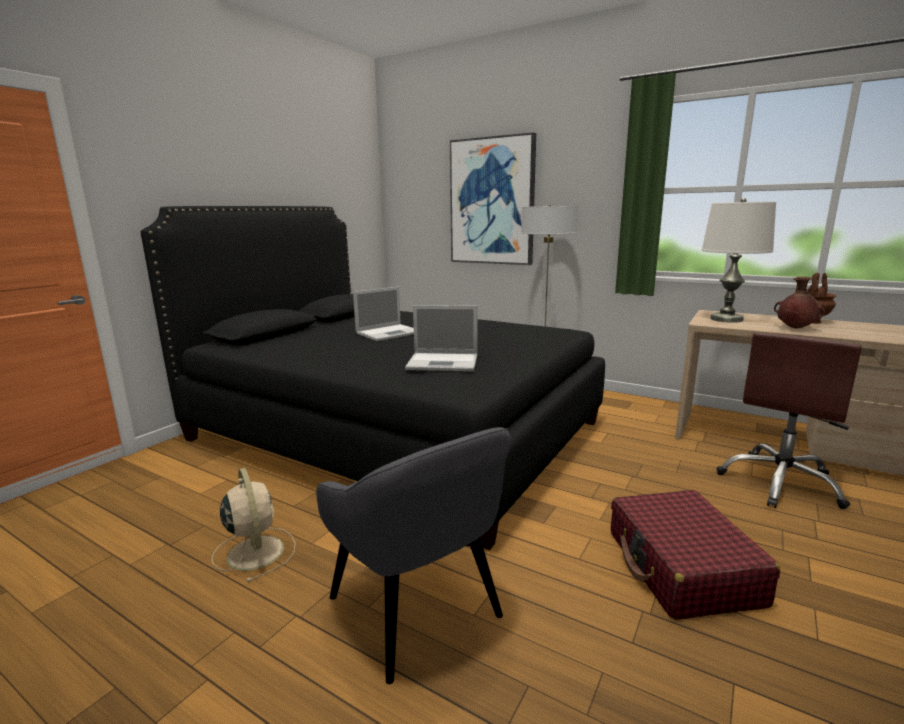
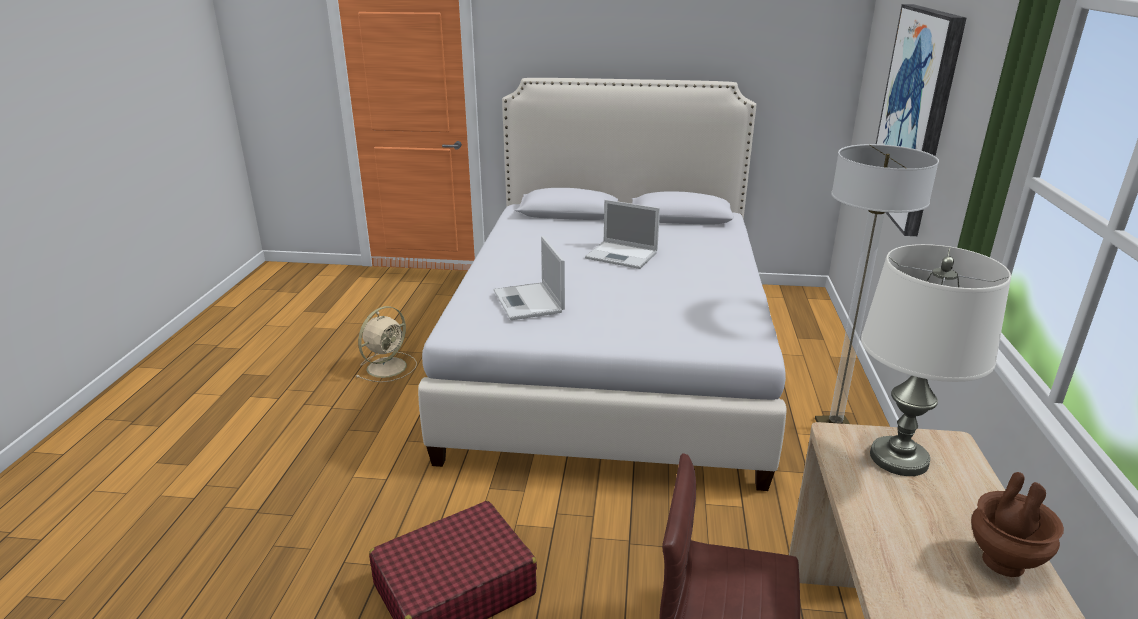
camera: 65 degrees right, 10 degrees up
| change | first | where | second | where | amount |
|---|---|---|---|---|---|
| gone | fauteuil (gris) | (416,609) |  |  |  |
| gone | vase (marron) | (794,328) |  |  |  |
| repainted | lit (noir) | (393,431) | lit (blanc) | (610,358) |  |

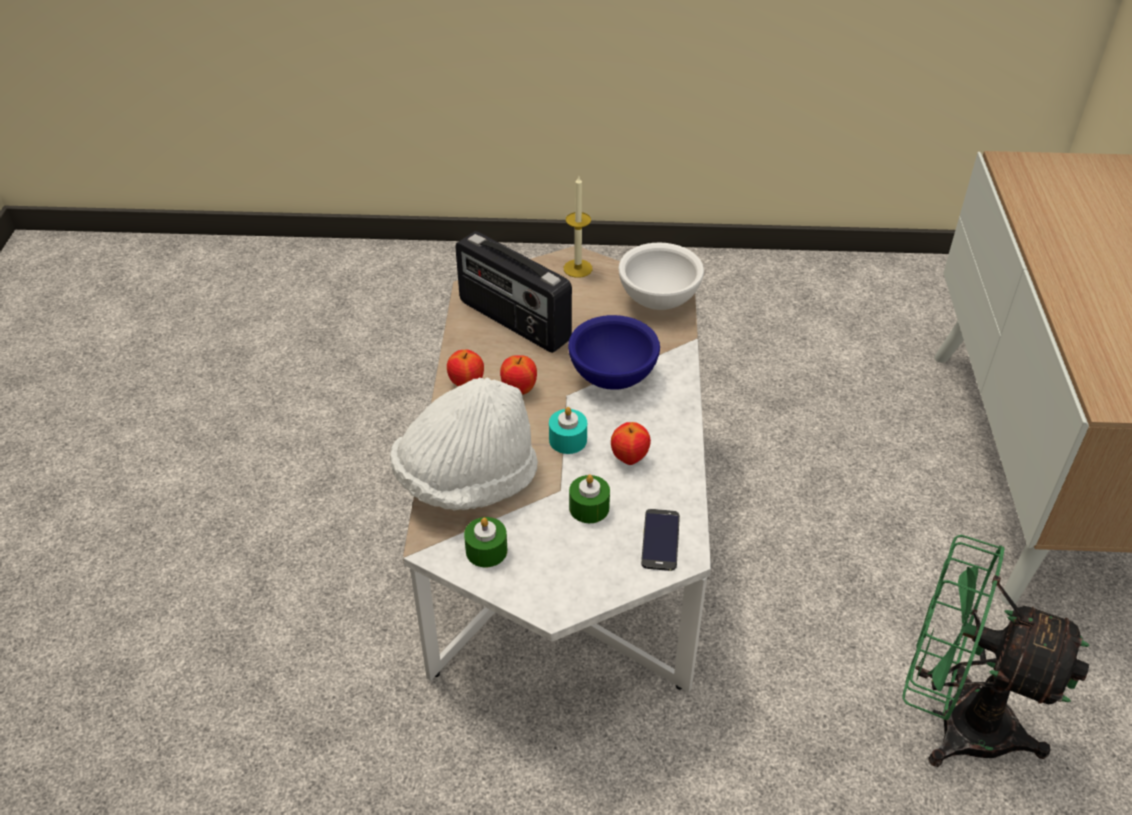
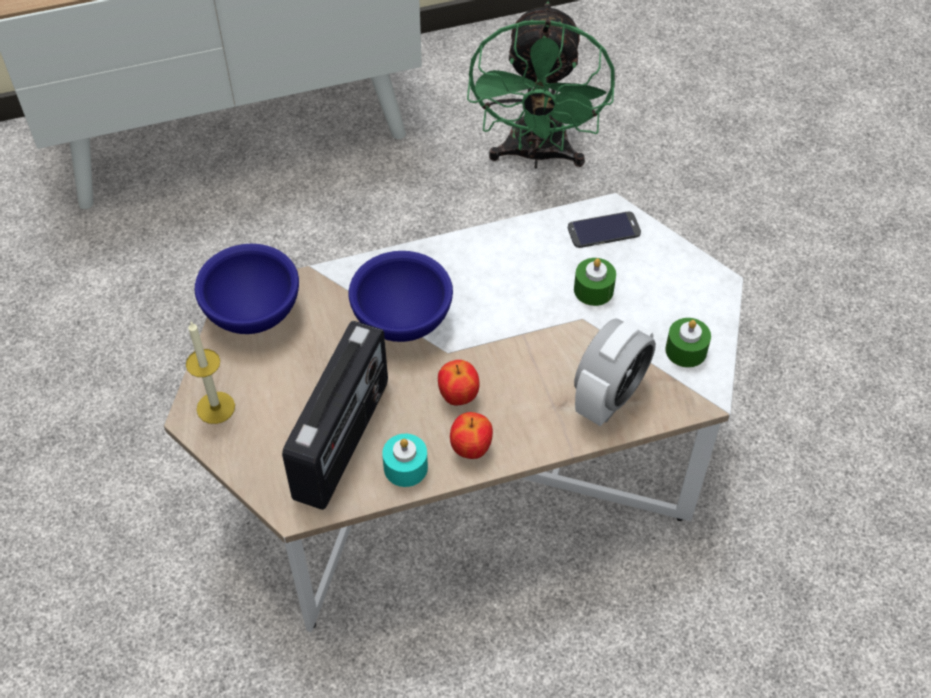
camera: 110 degrees left, 10 degrees up
| change | first | where | second | where | amount |
|---|---|---|---|---|---|
| gone | pomme | (629,458) |  |  |  |
| shifted | bougie (turquoise) | (568,440) |  | (405,467) |  |
| swapped | chapeau (blanc) | (466,479) | réveil | (609,397) |  |
| repainted | bol (blanc) | (657,300) | bol (bleu) | (254,314) |  |

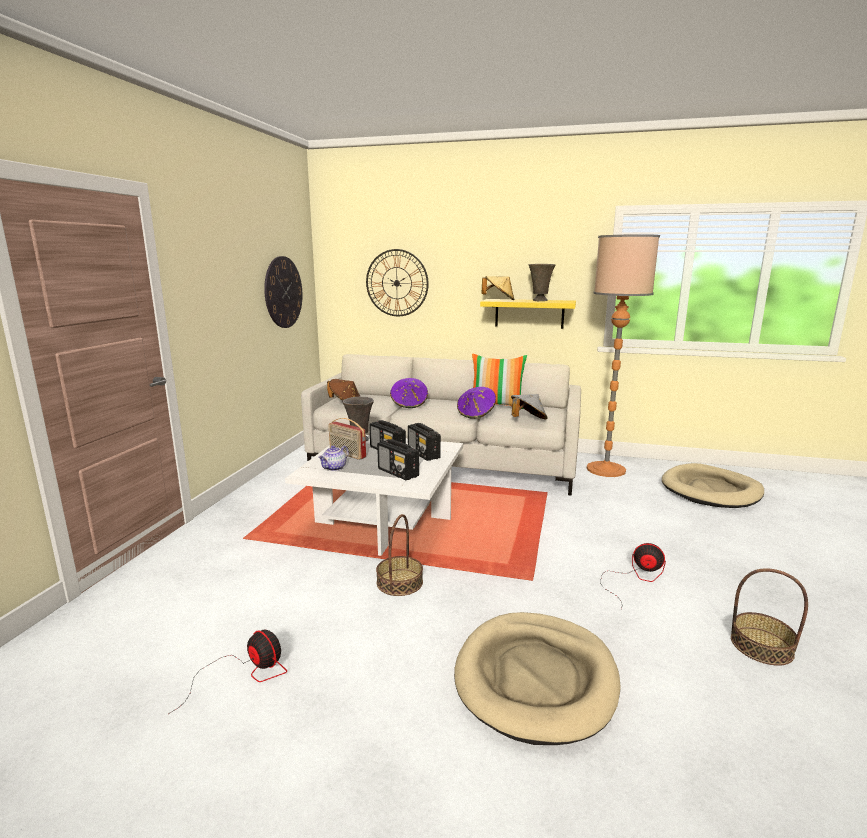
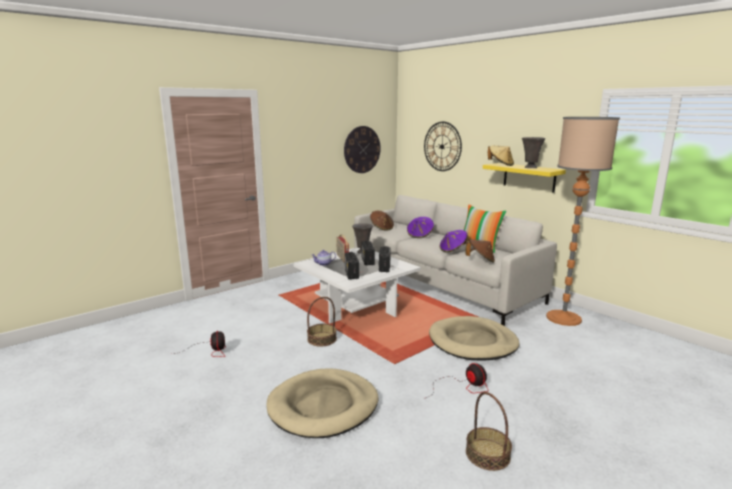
camera: 35 degrees right, 0 degrees up
| change | first | where | second | where | amount |
|---|---|---|---|---|---|
| shifted | panier pour chien (beige) | (711,490) |  | (473,342) |  |
| repainted | chapeau (gris) | (528,420) | chapeau (marron) | (480,260) |  |

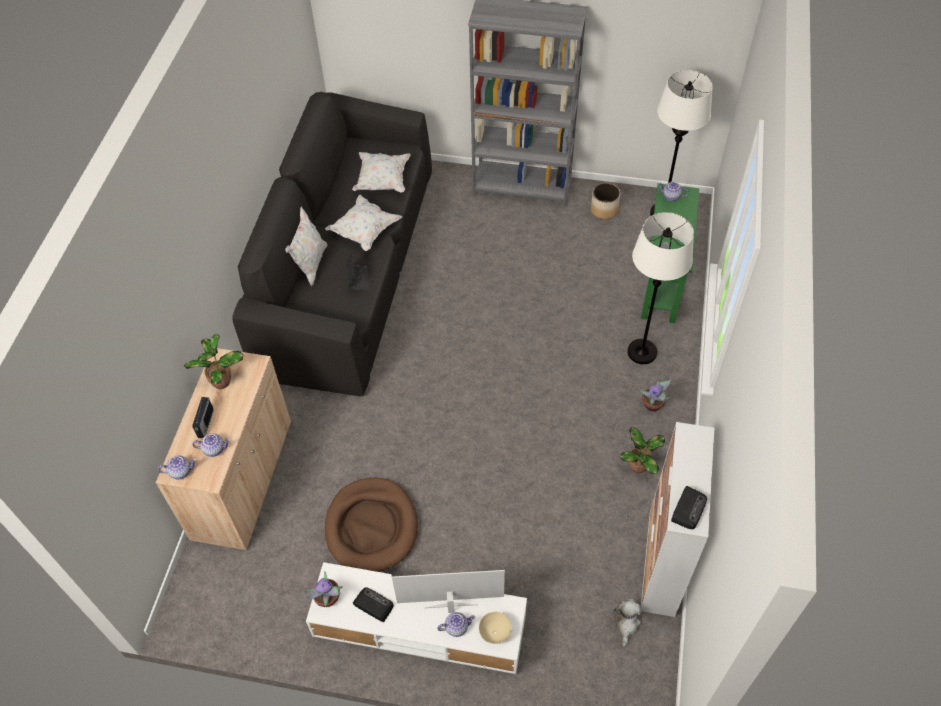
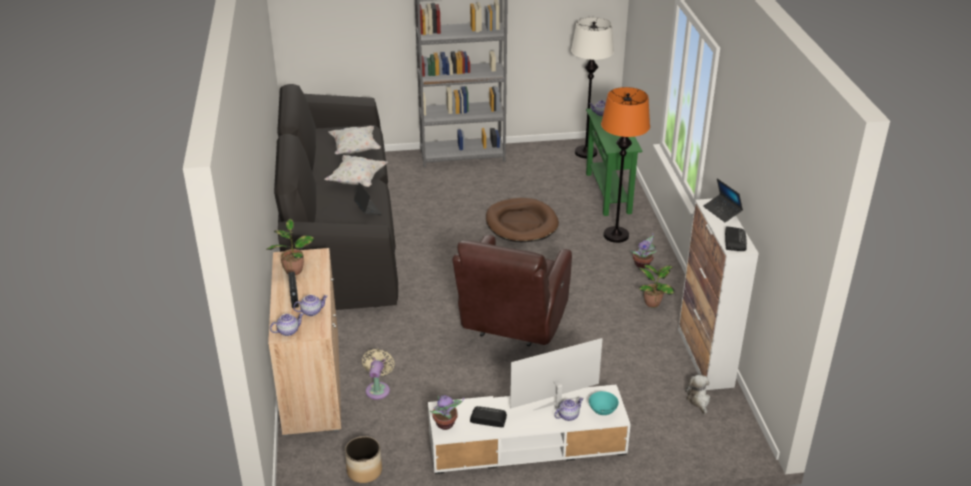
camera: 20 degrees left, 20 degrees down
| change | first | where | second | where | amount |
|---|---|---|---|---|---|
| gone | coussin (blanc) | (310,264) |  |  |  |
| new |  |  | ventilateur (beige) | (378,389) |  |
| new |  |  | fauteuil (marron) | (512,324) |  |
| new |  |  | ordinateur portable | (722,211) |  |
| shifted | panier pour chien (marron) | (372,527) |  | (521,223) |  |
| shifted | cache-pot | (604,210) |  | (364,471) |  |
| repainted | bol (beige) | (494,632) | bol (turquoise) | (602,411) |  |
| repainted | lampadaire (blanc) | (642,352) | lampadaire (orange) | (616,235) |  |

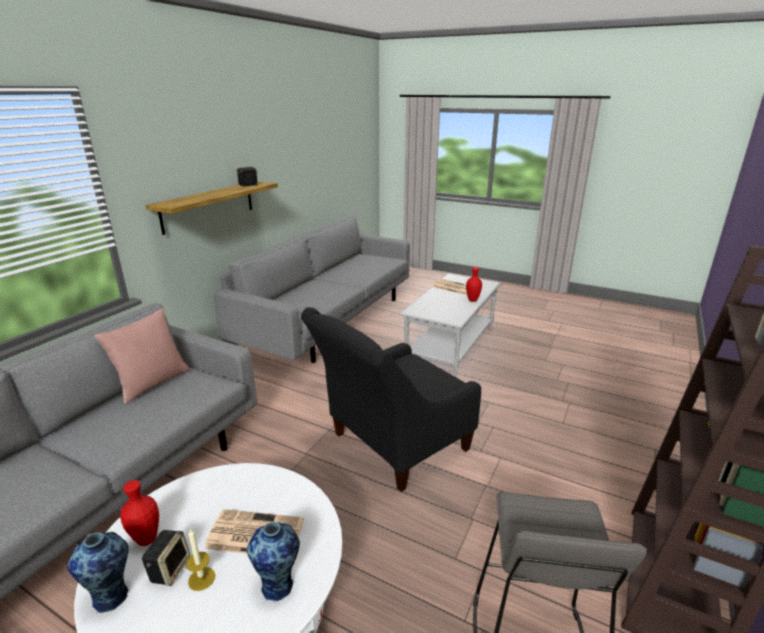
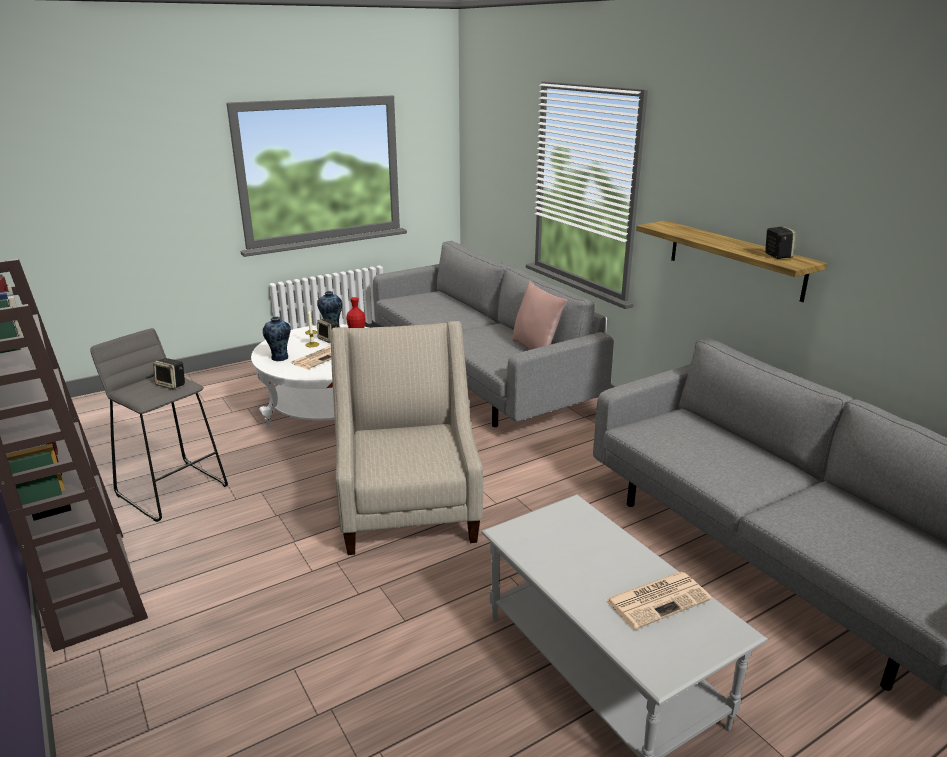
camera: 120 degrees right, 0 degrees up
| change | first | where | second | where | amount |
|---|---|---|---|---|---|
| gone | vase (rouge) | (472,300) |  |  |  |
| new |  |  | enceinte | (172,385) |  |
| repainted | fauteuil (noir) | (392,445) | fauteuil (beige) | (408,508) |  |

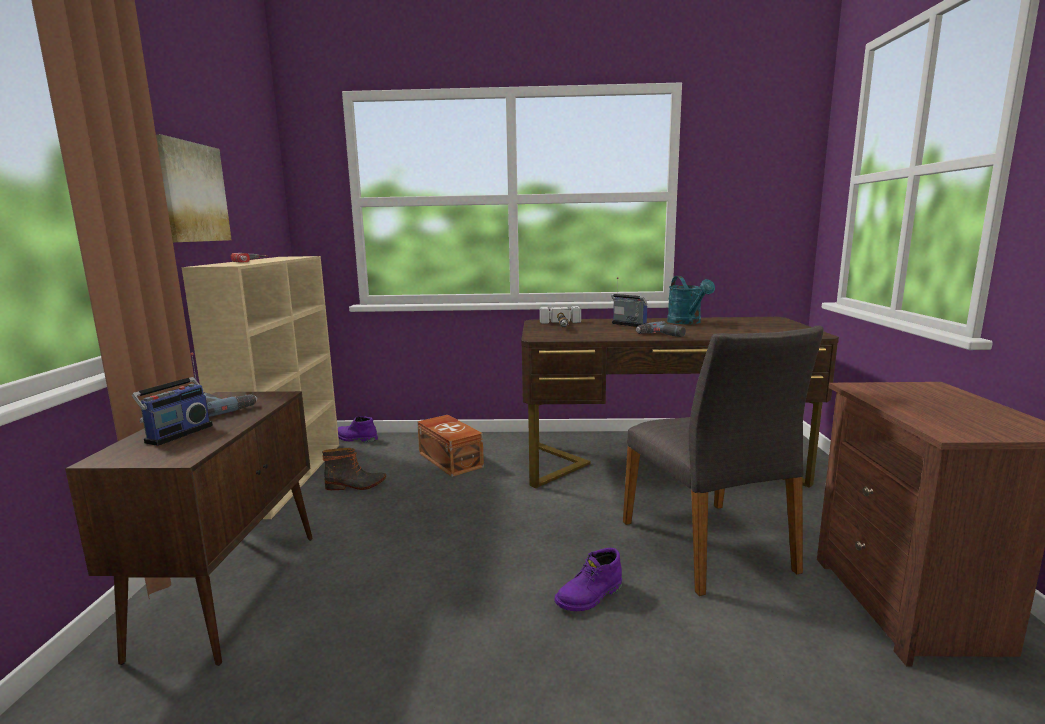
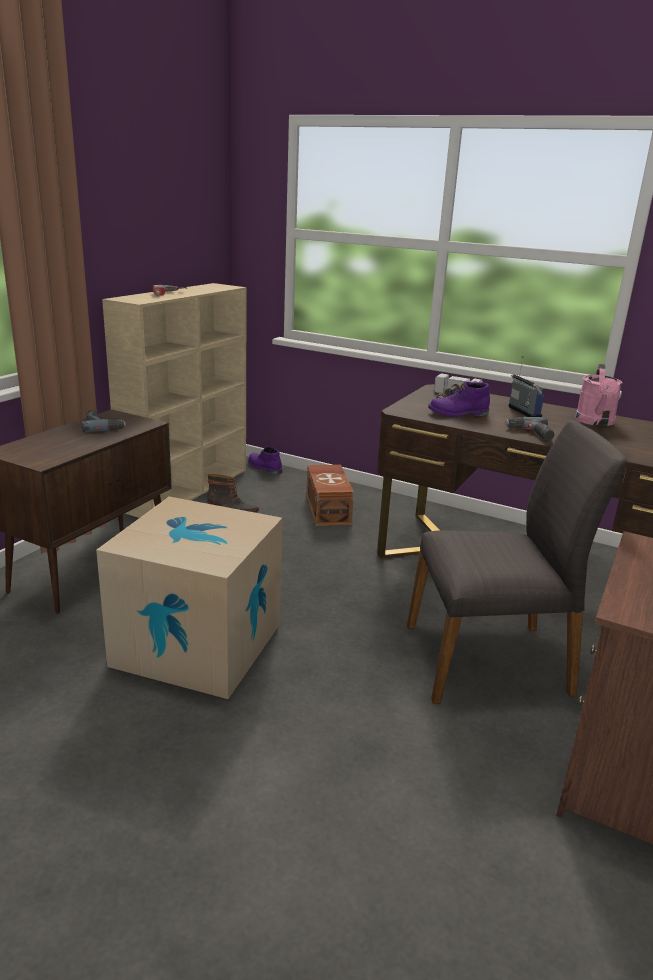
camera: 25 degrees right, 10 degrees up
| change | first | where | second | where | amount |
|---|---|---|---|---|---|
| gone | radio | (177,434) |  |  |  |
| gone | tableau | (191,192) |  |  |  |
| new |  |  | carton | (198,644) |  |
| shifted | botte (violet) | (590,597) |  | (458,414) |  |
| repainted | arrosoir (turquoise) | (687,322) | arrosoir (rose) | (595,422) |  |
| rotated | chaise (gris) | (709,546) |  | (489,660) | 105 degrees counterclockwise |

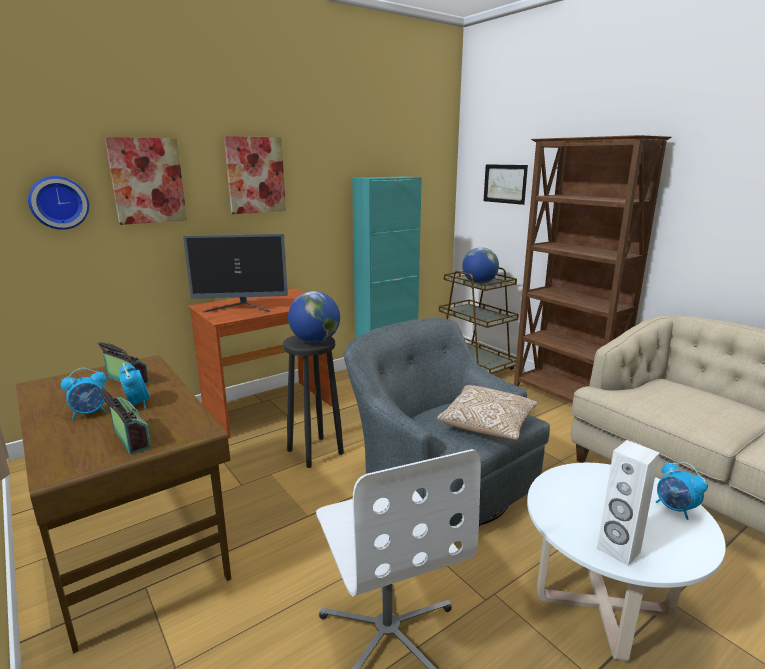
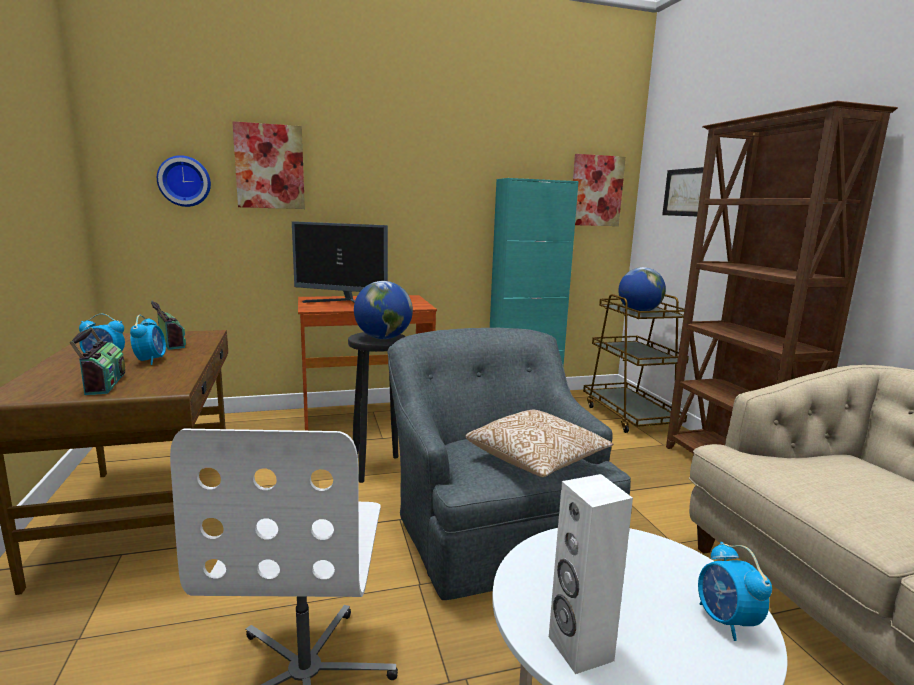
camera: 20 degrees right, 5 degrees down
| change | first | where | second | where | amount |
|---|---|---|---|---|---|
| shifted | tableau | (255,175) |  | (596,191) |  |

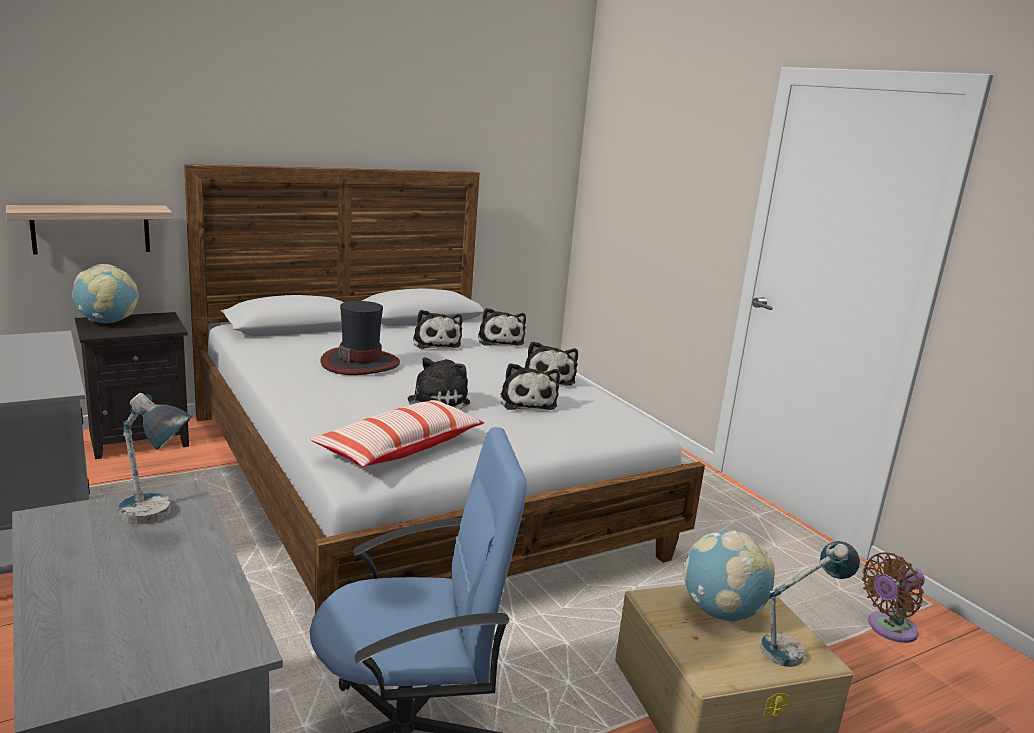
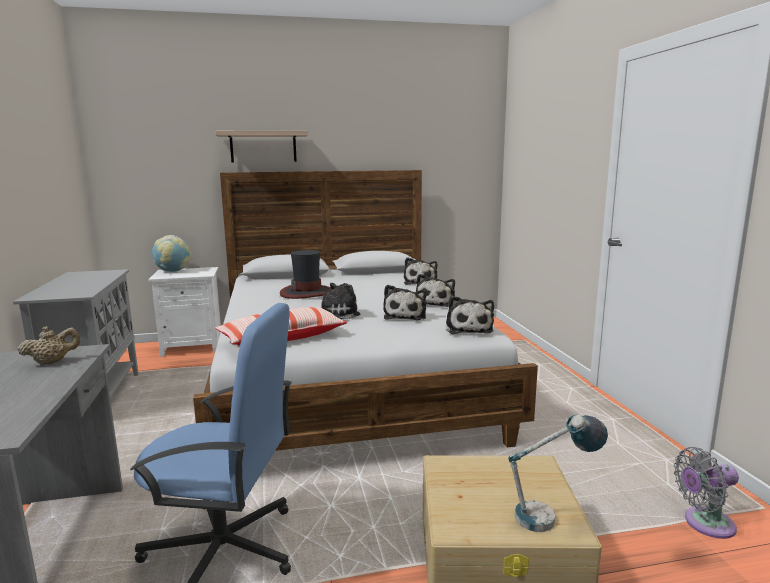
camera: 20 degrees right, 5 degrees down
| change | first | where | second | where | amount |
|---|---|---|---|---|---|
| gone | globe | (721,612) |  |  |  |
| shifted | étagère | (91,229) |  | (263,147) |  |
| shifted | peluche | (436,343) |  | (468,329) |  |
| swapped | lampe de table | (155,520) | théière (beige) | (52,362) |  |
| repainted | table de chevet (noir) | (140,438) | table de chevet (blanc) | (193,346) |  |
| repainted | ventilateur (marron) | (888,629) | ventilateur (gris) | (704,524) |  |

